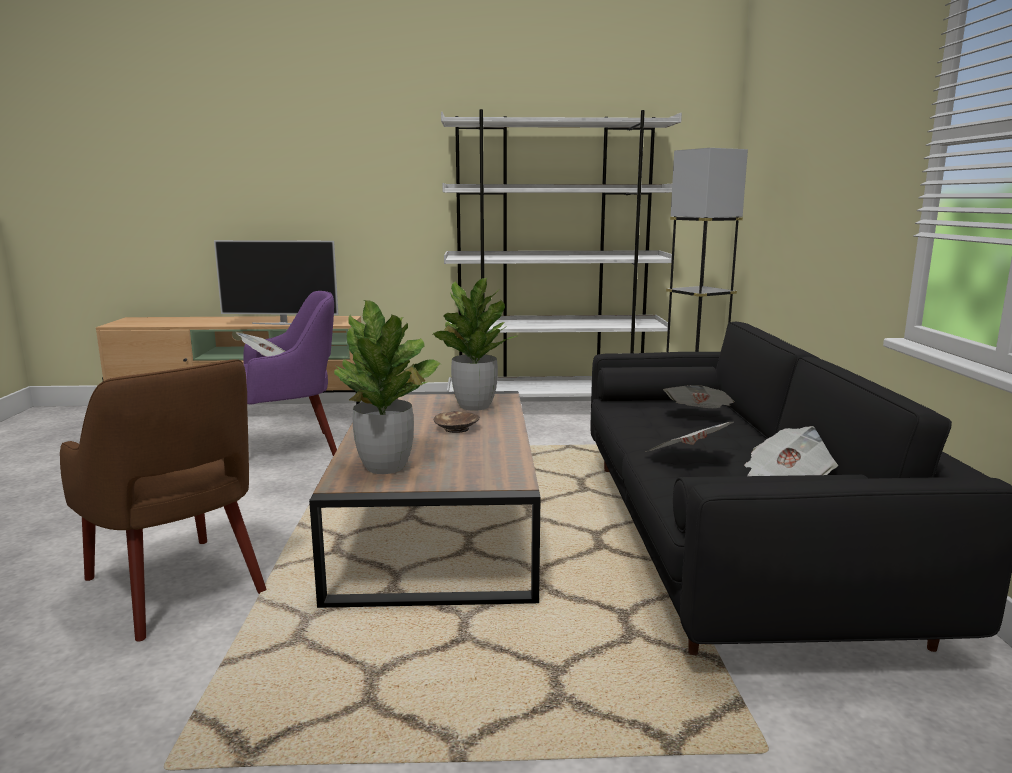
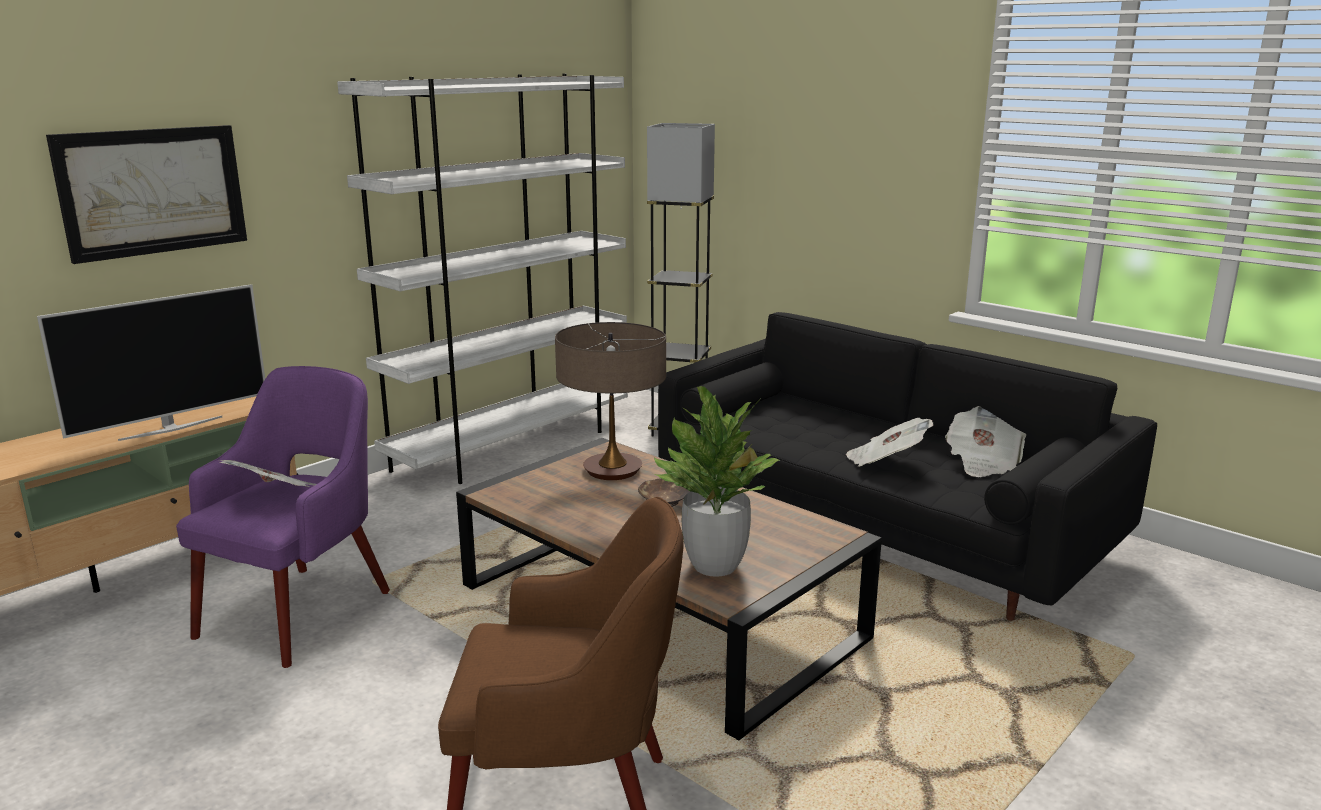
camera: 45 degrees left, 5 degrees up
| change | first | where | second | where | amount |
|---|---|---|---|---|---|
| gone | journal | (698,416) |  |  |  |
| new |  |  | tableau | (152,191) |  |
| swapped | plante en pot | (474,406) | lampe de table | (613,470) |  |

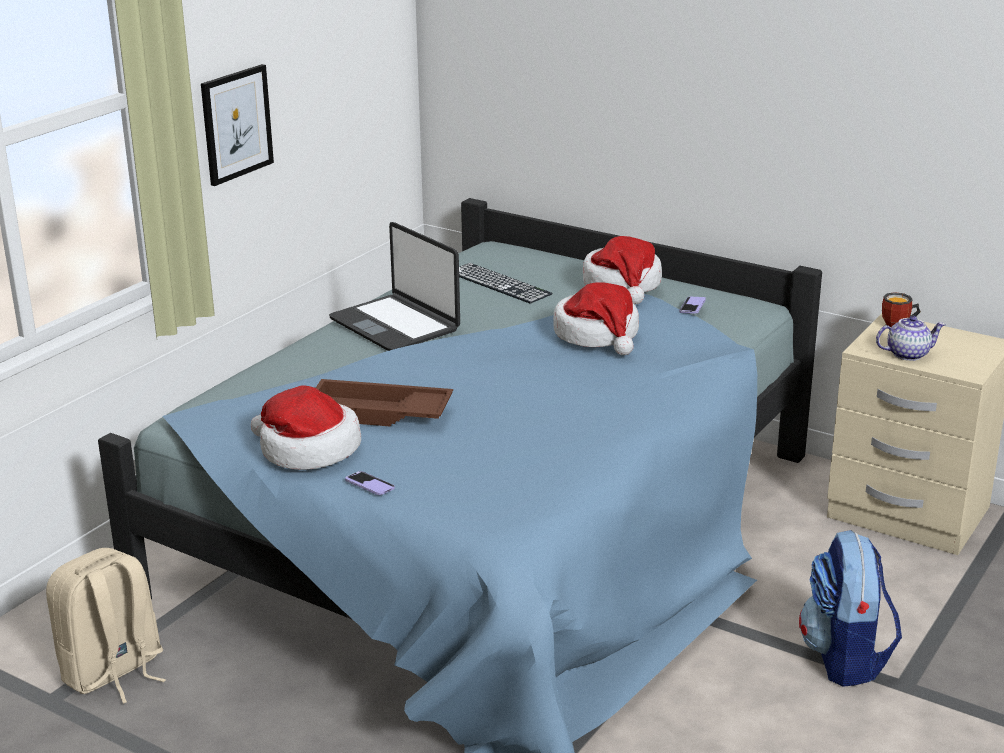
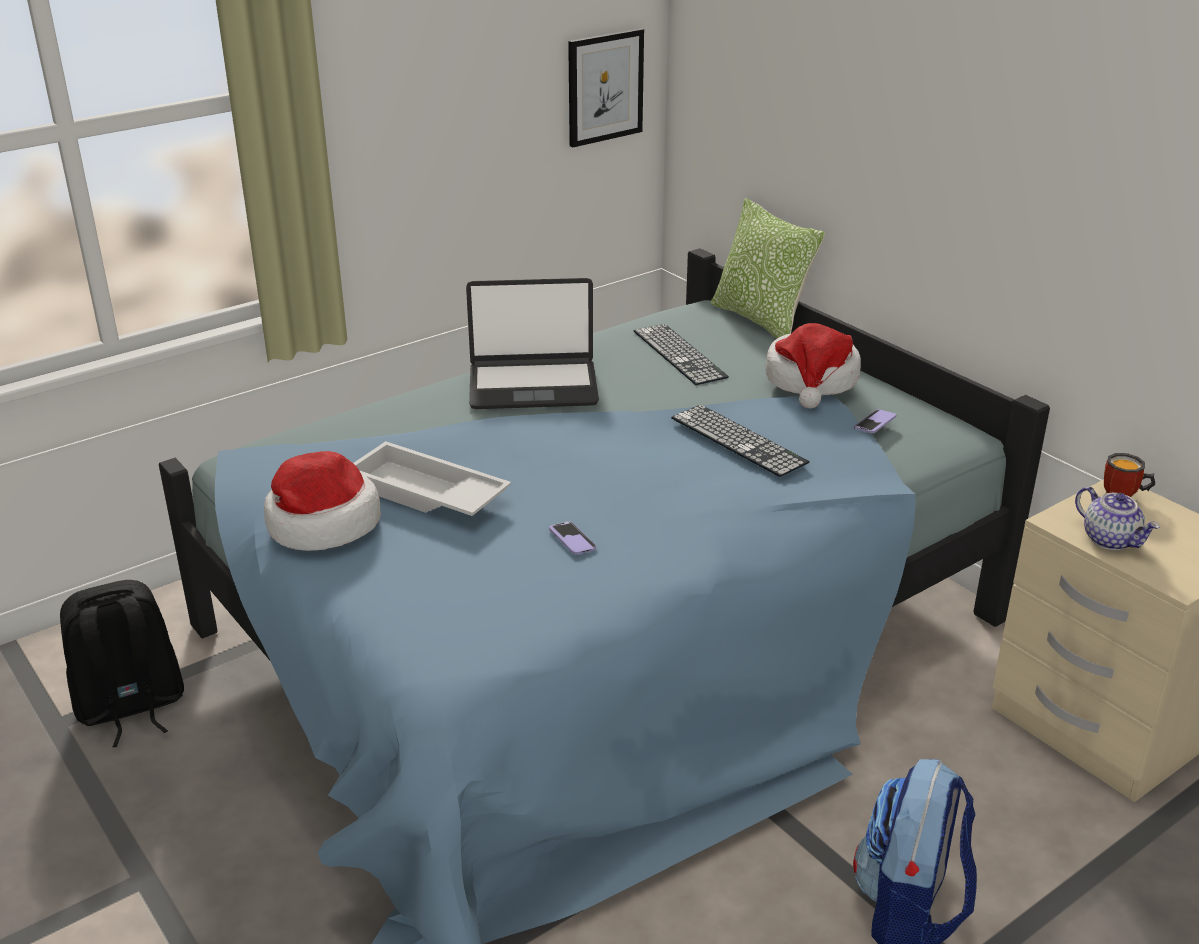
camera: 20 degrees right, 5 degrees up
| change | first | where | second | where | amount |
|---|---|---|---|---|---|
| new |  |  | coussin | (761,320) |  |
| shifted | tableau | (236,124) |  | (605,87) |  |
| shifted | téléphone | (369,485) |  | (572,540) |  |
| swapped | chapeau | (598,335) | clavier | (738,440) |  |
| repainted | sac à dos (beige) | (113,672) | sac à dos (noir) | (130,707) |  |
| repainted | plateau (marron) | (378,414) | plateau (blanc) | (425,494) |  |
| rotated | ordinateur portable | (395,325) |  | (533,386) | 75 degrees counterclockwise |
| rotated | théière | (908,354) |  | (1111,540) | 45 degrees clockwise |

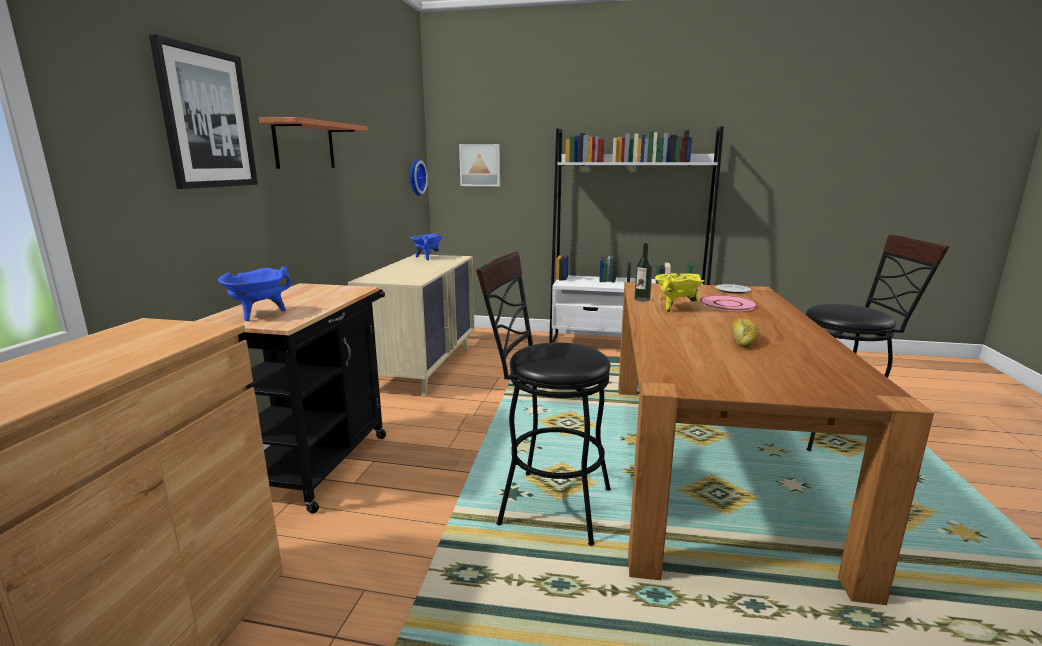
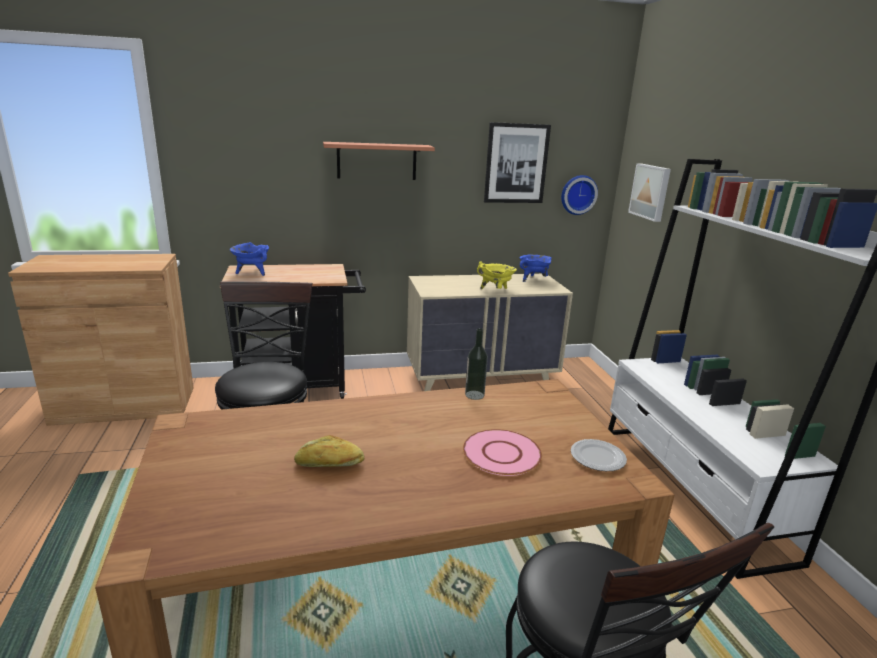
camera: 65 degrees right, 5 degrees up
| change | first | where | second | where | amount |
|---|---|---|---|---|---|
| shifted | tableau | (207,119) |  | (516,163) |  |
| shifted | marmite (jaune) | (676,308) |  | (495,290) |  |

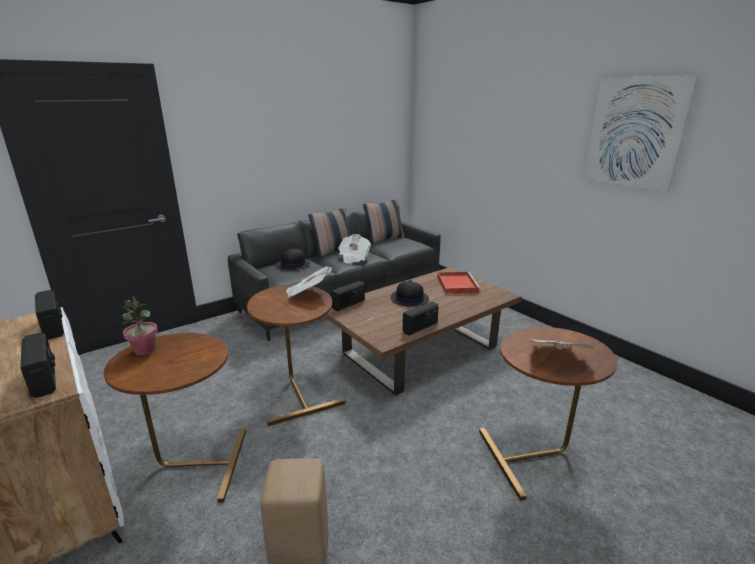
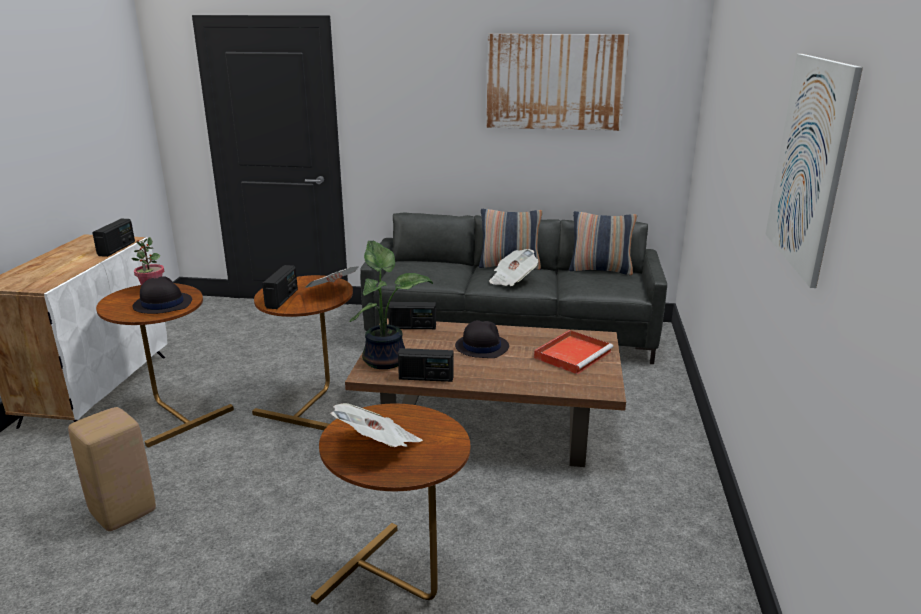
camera: 45 degrees right, 0 degrees up
| change | first | where | second | where | amount |
|---|---|---|---|---|---|
| new |  |  | plante en pot | (386,359) |  |
| new |  |  | tableau | (555,82) |  |
| shifted | radio | (44,378) |  | (282,299) |  |
| shifted | chapeau (noir) | (292,265) |  | (162,304) |  |

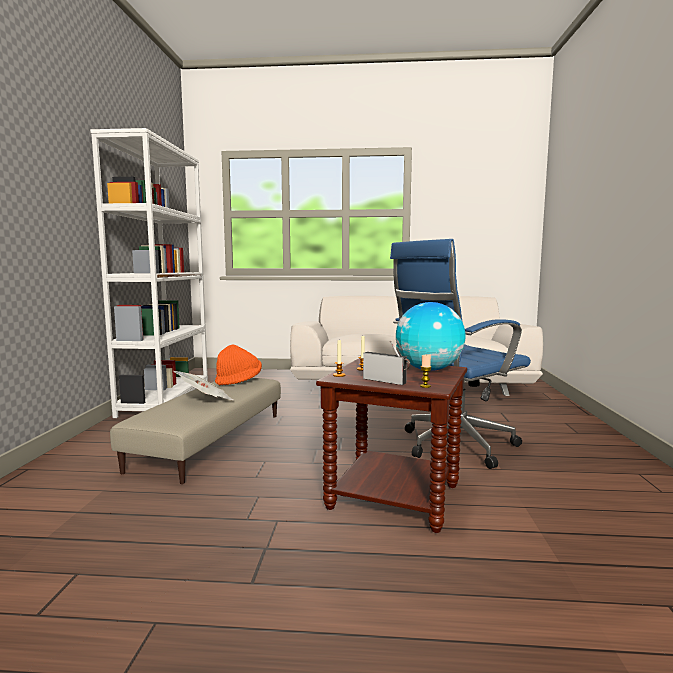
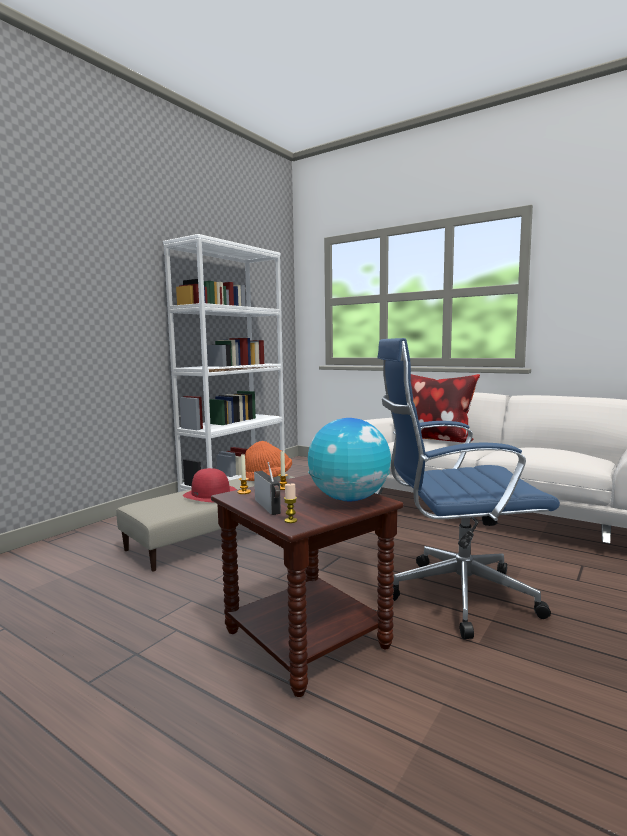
camera: 30 degrees right, 0 degrees up
| change | first | where | second | where | amount |
|---|---|---|---|---|---|
| new |  |  | coussin | (435,439) |  |
| swapped | journal | (205,400) | chapeau (rouge) | (211,495) |  |

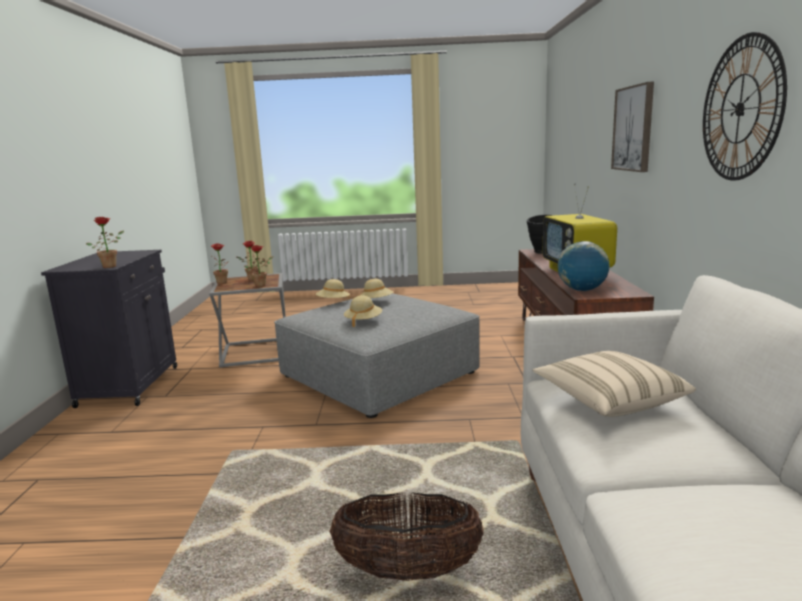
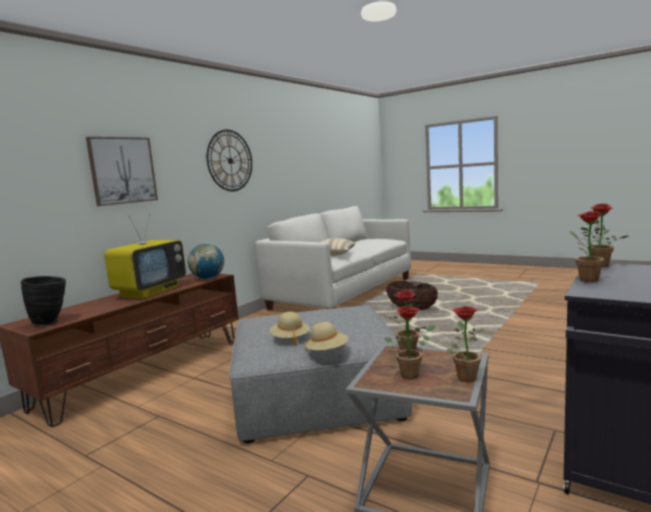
camera: 145 degrees left, 5 degrees down
| change | first | where | second | where | amount |
|---|---|---|---|---|---|
| gone | chapeau (beige) | (363,321) |  |  |  |
| new |  |  | plante en pot | (585,279) |  |

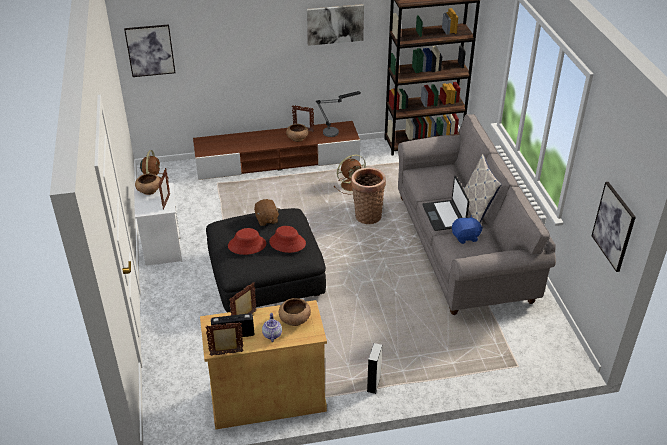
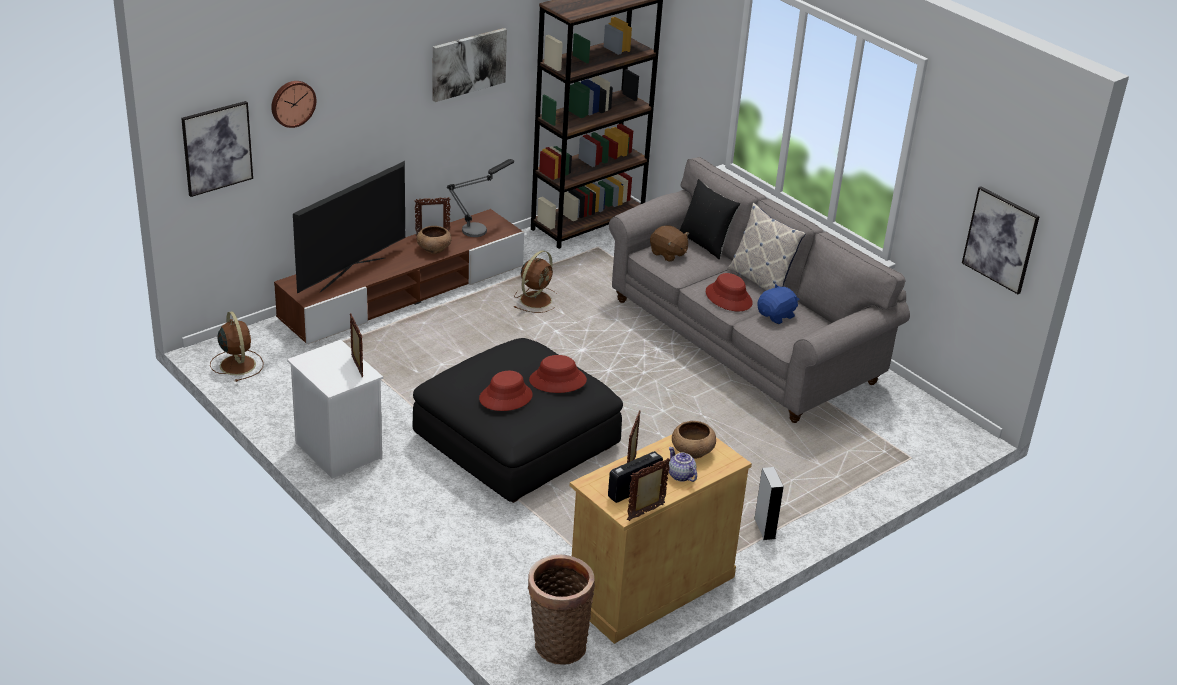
camera: 30 degrees left, 5 degrees down
| change | first | where | second | where | amount |
|---|---|---|---|---|---|
| gone | bol (marron) | (149,190) |  |  |  |
| new |  |  | horloge murale | (292,103) |  |
| new |  |  | téléviseur | (352,274) |  |
| new |  |  | coussin (noir) | (705,243) |  |
| shifted | peluche (marron) | (266,219) |  | (668,254) |  |
| shifted | panier | (367,215) |  | (557,644) |  |
| swapped | ordinateur portable | (444,216) | chapeau (rouge) | (729,298) |  |

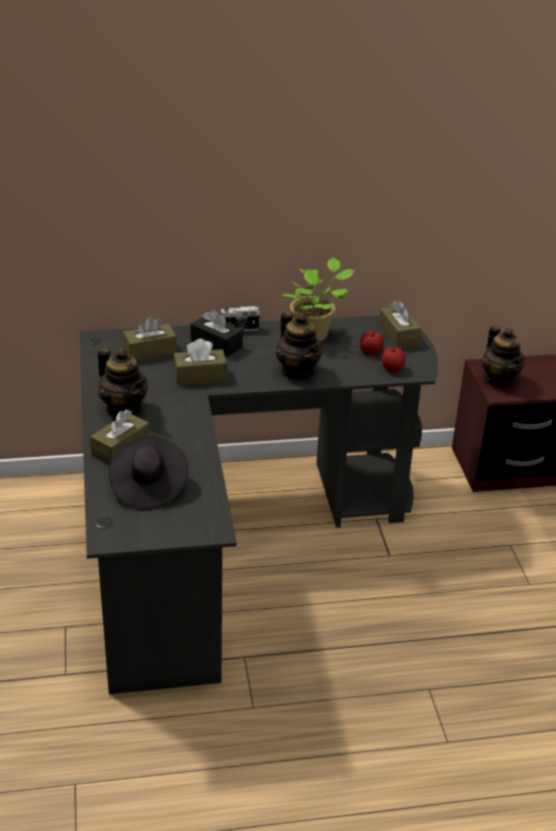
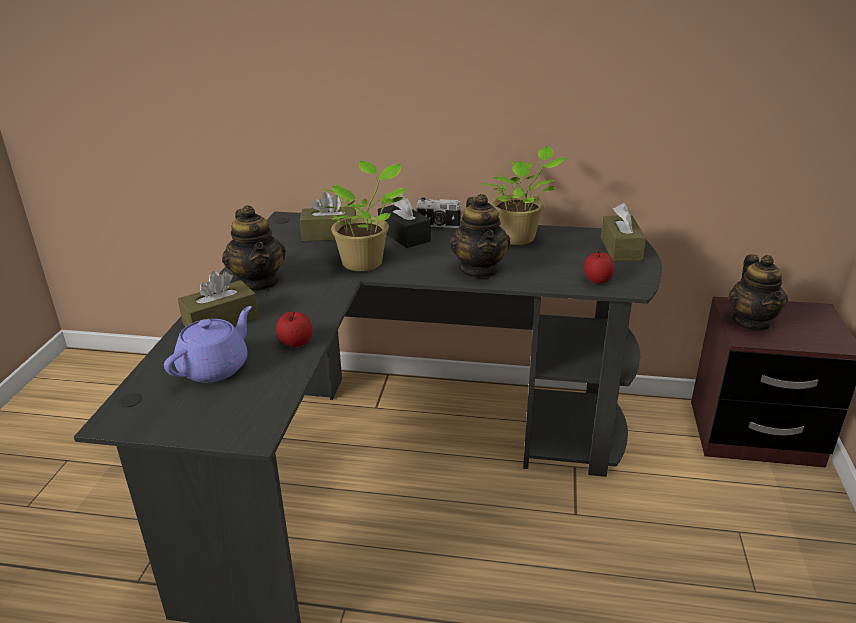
camera: 20 degrees right, 5 degrees down
| change | first | where | second | where | amount |
|---|---|---|---|---|---|
| shifted | pomme | (370,352) |  | (295,343) |  |
| swapped | chapeau (noir) | (148,487) | théière (violet) | (215,367) |  |
| swapped | boîte à mouchoirs (marron) | (200,376) | plante en pot | (365,262) |  |

